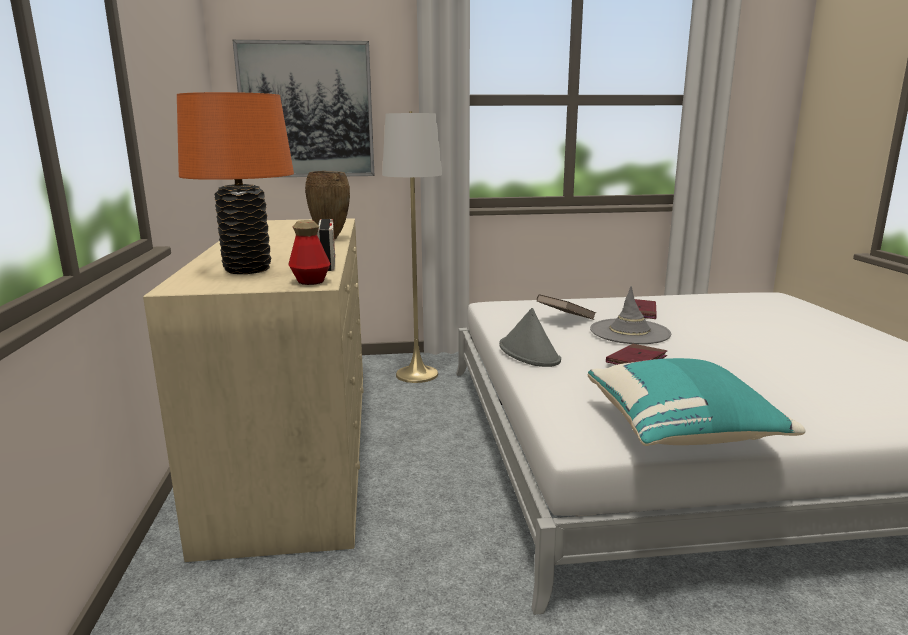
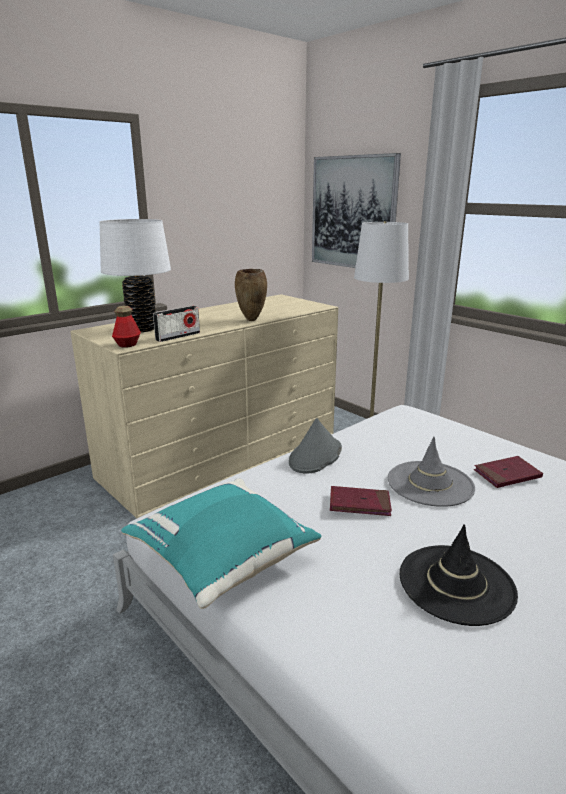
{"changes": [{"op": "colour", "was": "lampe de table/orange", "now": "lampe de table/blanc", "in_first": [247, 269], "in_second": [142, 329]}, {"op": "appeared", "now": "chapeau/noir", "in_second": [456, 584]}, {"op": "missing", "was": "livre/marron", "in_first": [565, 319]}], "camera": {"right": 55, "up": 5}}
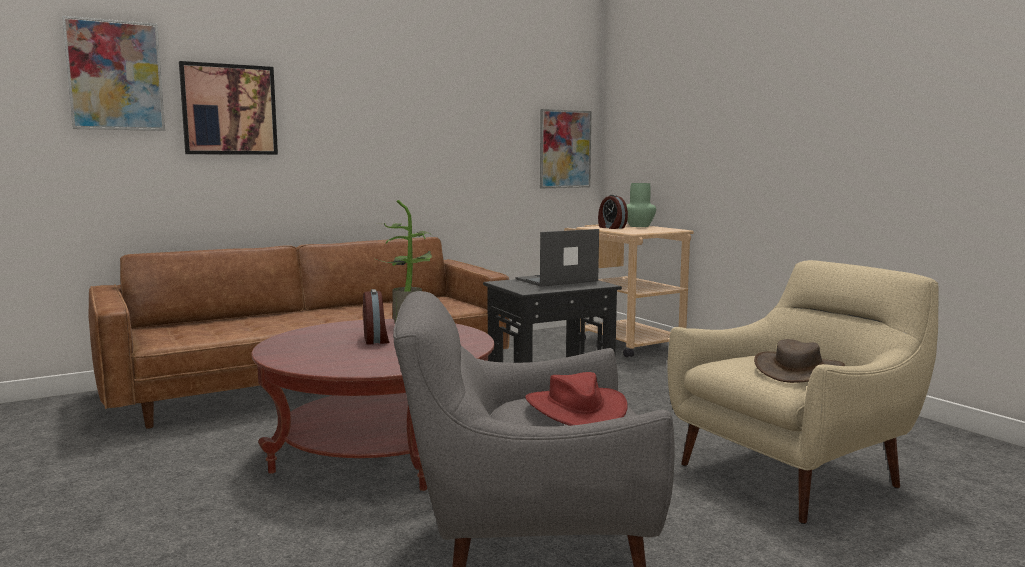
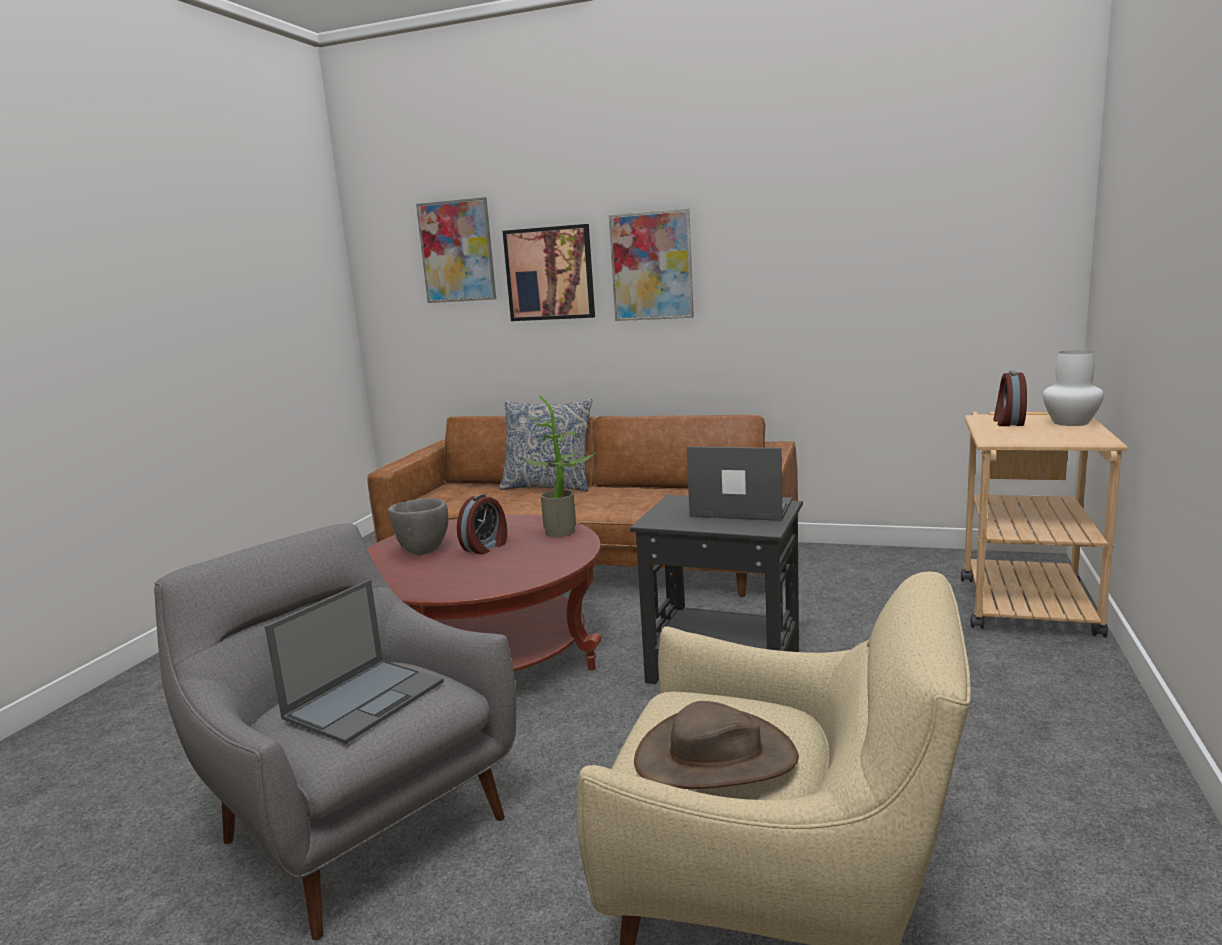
{"changes": [{"op": "exchanged", "was": "chapeau/rouge", "now": "ordinateur portable", "in_first": [575, 409], "in_second": [365, 699]}, {"op": "appeared", "now": "bol/gris", "in_second": [423, 550]}, {"op": "appeared", "now": "coussin", "in_second": [548, 486]}, {"op": "relocated", "was": "tableau", "in_first": [564, 149], "in_second": [651, 266]}, {"op": "colour", "was": "vase/vert", "now": "vase/blanc", "in_first": [639, 226], "in_second": [1070, 422]}], "camera": {"right": 50, "up": 5}}
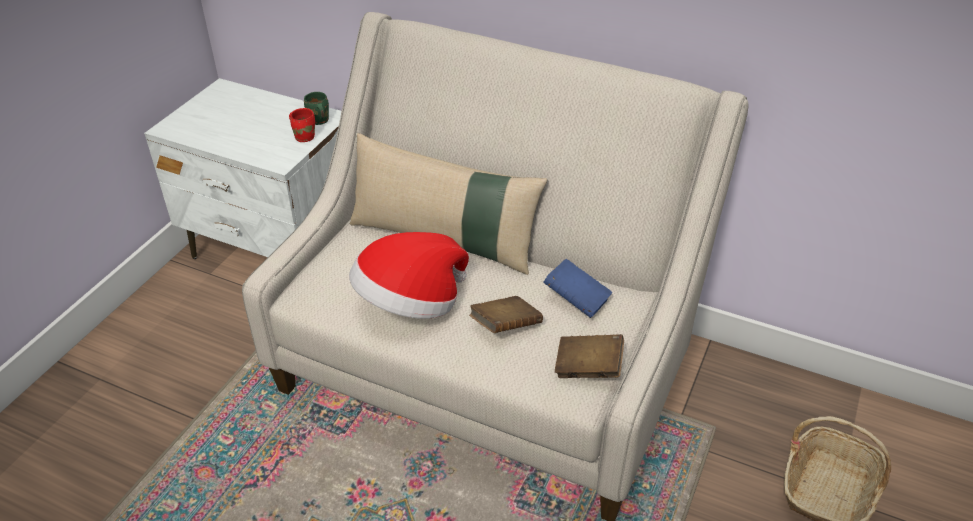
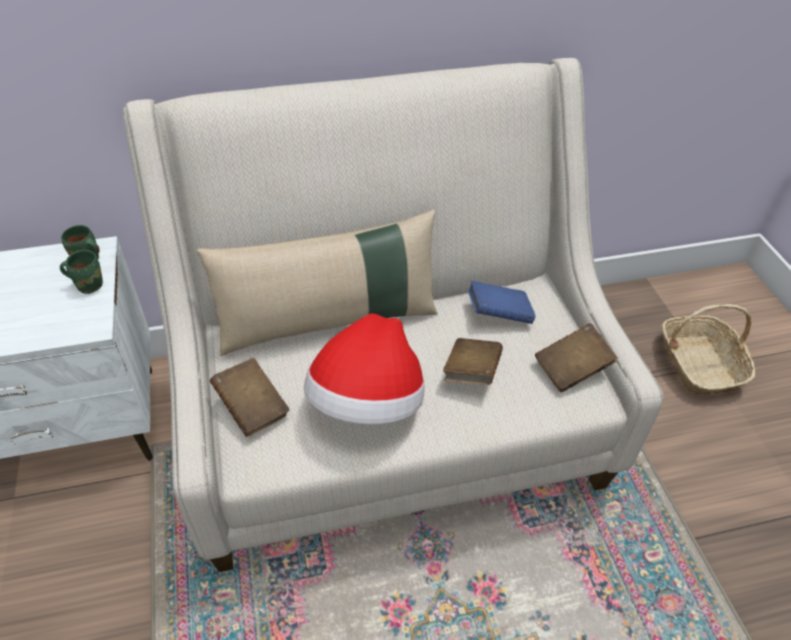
{"changes": [{"op": "colour", "was": "mug/rouge", "now": "mug/vert", "in_first": [304, 136], "in_second": [89, 284]}, {"op": "appeared", "now": "livre/marron", "in_second": [252, 408]}], "camera": {"right": -40, "up": 5}}
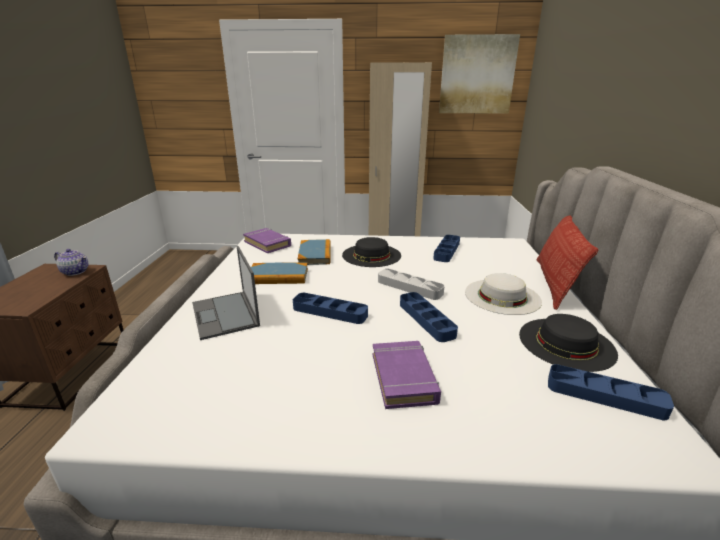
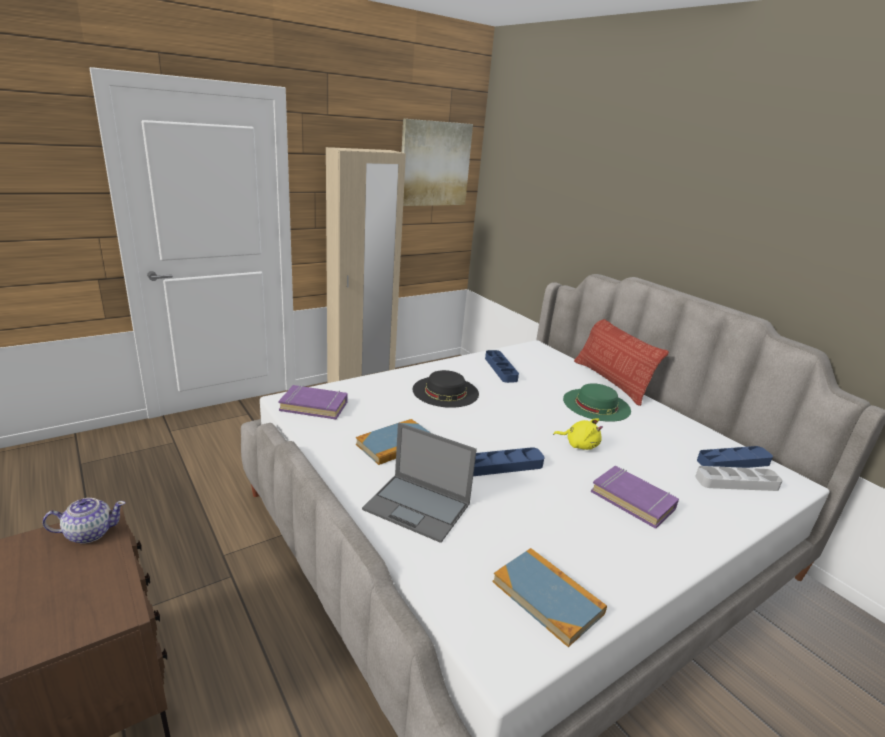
{"changes": [{"op": "relocated", "was": "livre", "in_first": [315, 254], "in_second": [547, 597]}, {"op": "exchanged", "was": "plateau/bleu", "now": "peluche/jaune", "in_first": [426, 319], "in_second": [579, 445]}, {"op": "colour", "was": "chapeau/blanc", "now": "chapeau/vert", "in_first": [502, 296], "in_second": [596, 404]}, {"op": "relocated", "was": "plateau/gris", "in_first": [409, 287], "in_second": [736, 482]}, {"op": "missing", "was": "chapeau/noir", "in_first": [566, 343]}], "camera": {"right": -40, "up": 0}}
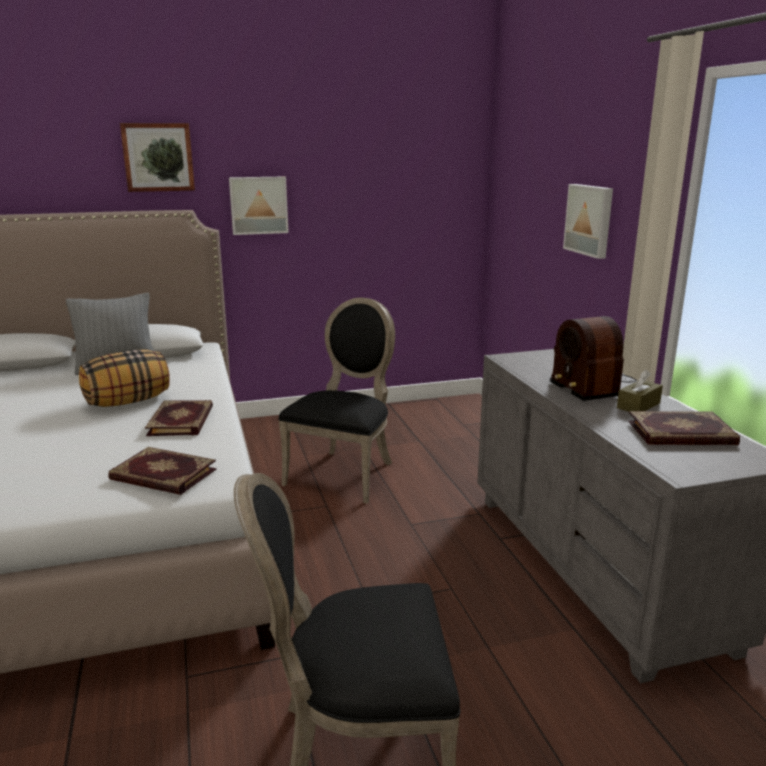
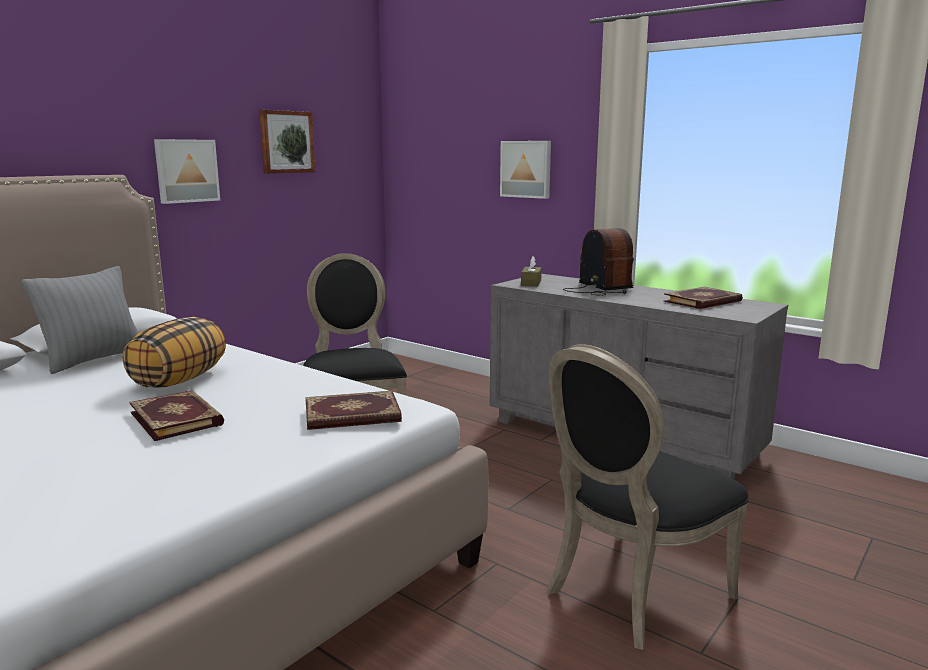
{"changes": [{"op": "relocated", "was": "livre", "in_first": [182, 421], "in_second": [178, 418]}, {"op": "relocated", "was": "tableau", "in_first": [158, 157], "in_second": [286, 142]}, {"op": "relocated", "was": "boîte à mouchoirs/marron", "in_first": [638, 405], "in_second": [531, 283]}, {"op": "spun", "was": "radio", "in_first": [590, 385], "in_second": [600, 289], "clockwise": -150}], "camera": {"right": -35, "up": -5}}
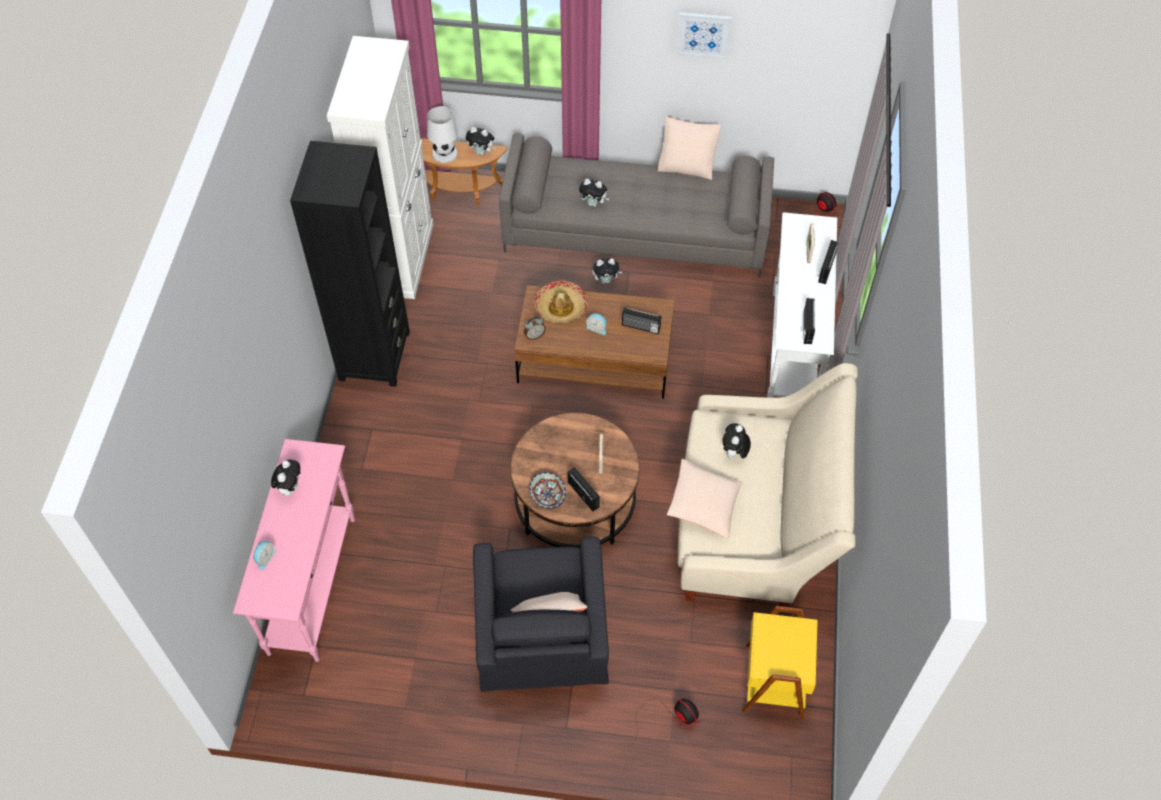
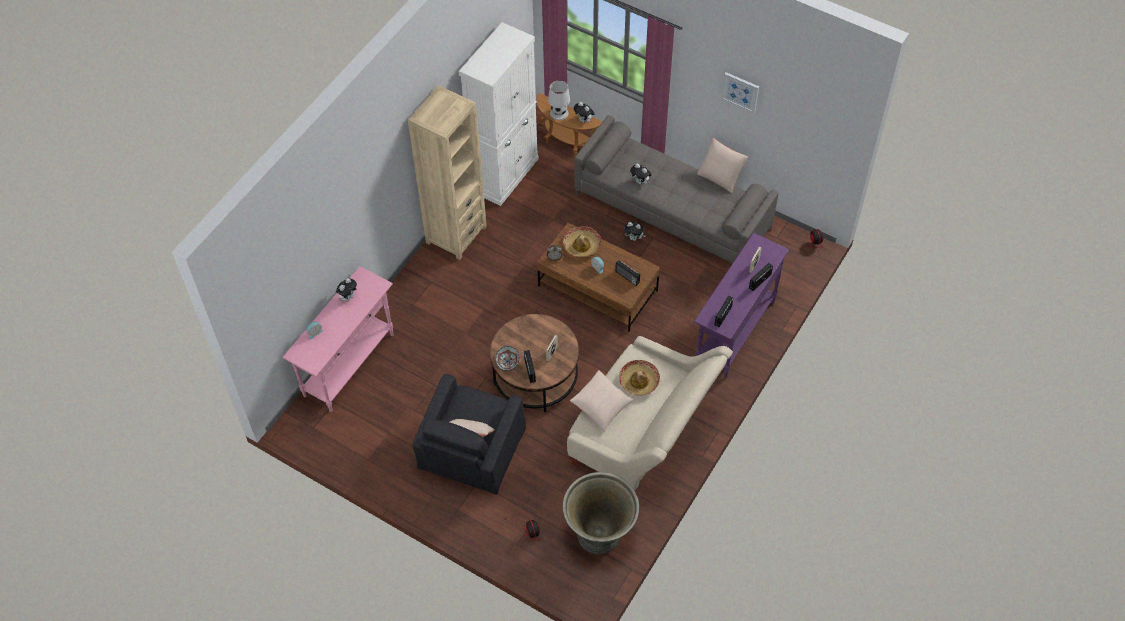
{"changes": [{"op": "colour", "was": "bibliothèque/noir", "now": "bibliothèque/beige", "in_first": [374, 355], "in_second": [456, 234]}, {"op": "exchanged", "was": "table d'appoint/jaune", "now": "cache-pot/gris", "in_first": [772, 681], "in_second": [600, 535]}, {"op": "exchanged", "was": "peluche", "now": "chapeau", "in_first": [734, 453], "in_second": [639, 380]}, {"op": "colour", "was": "table console/blanc", "now": "table console/violet", "in_first": [792, 351], "in_second": [734, 332]}], "camera": {"right": 25, "up": 0}}
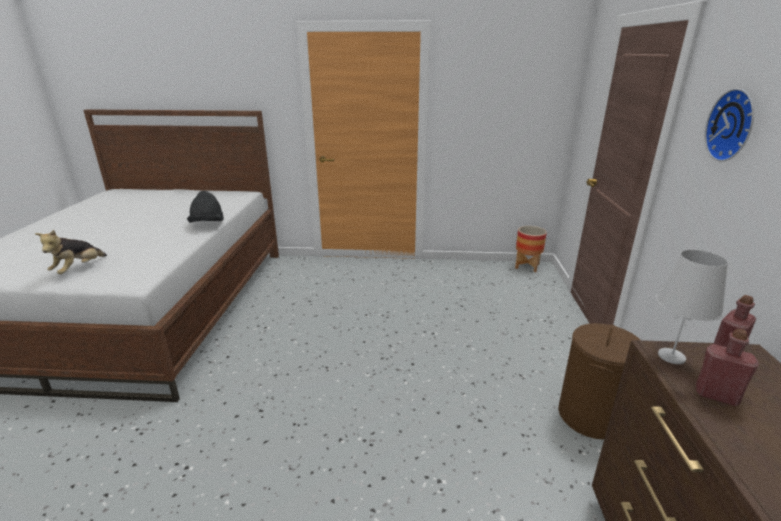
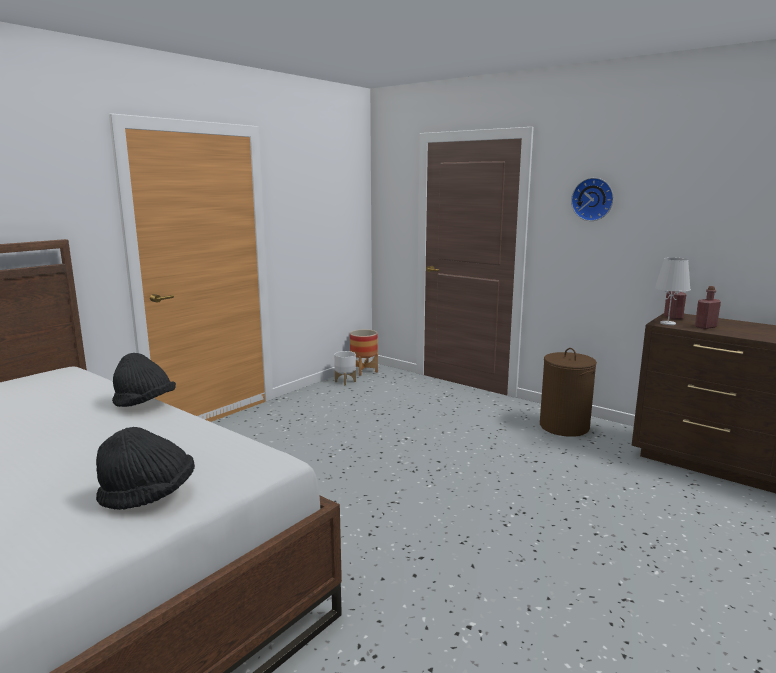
{"changes": [{"op": "exchanged", "was": "peluche", "now": "chapeau/noir", "in_first": [78, 269], "in_second": [149, 496]}, {"op": "appeared", "now": "cache-pot/blanc", "in_second": [345, 381]}], "camera": {"right": -55, "up": -10}}
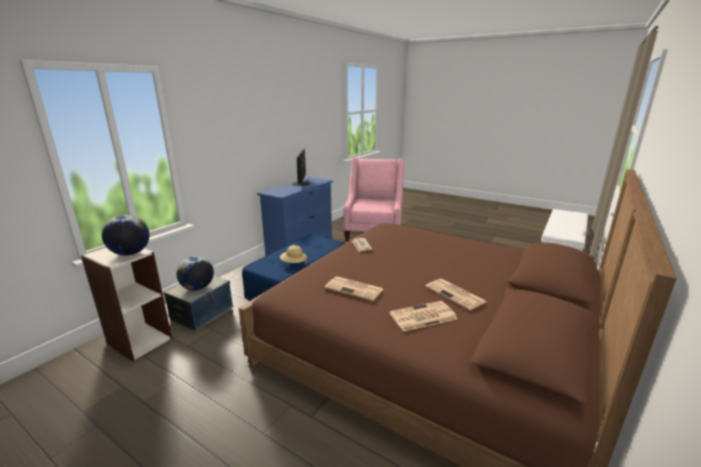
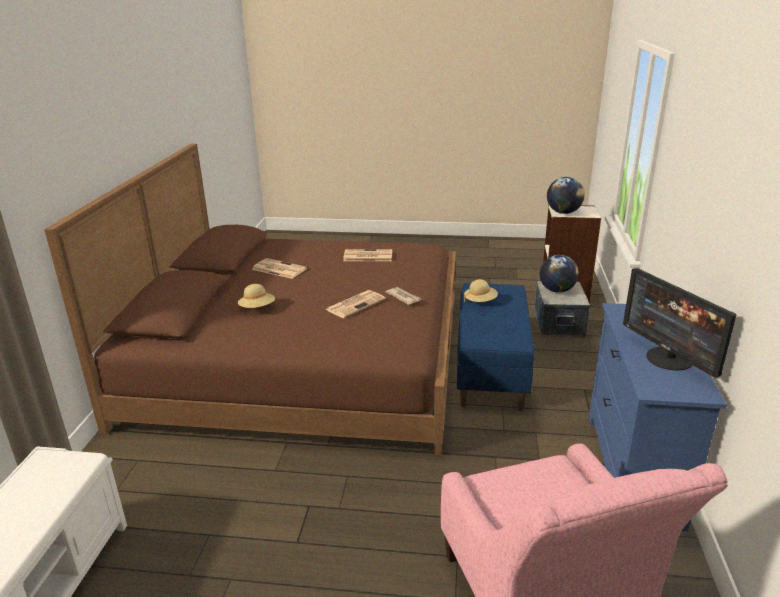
{"changes": [{"op": "appeared", "now": "chapeau/beige", "in_second": [257, 308]}, {"op": "relocated", "was": "journal", "in_first": [422, 316], "in_second": [355, 304]}], "camera": {"right": 155, "up": 5}}
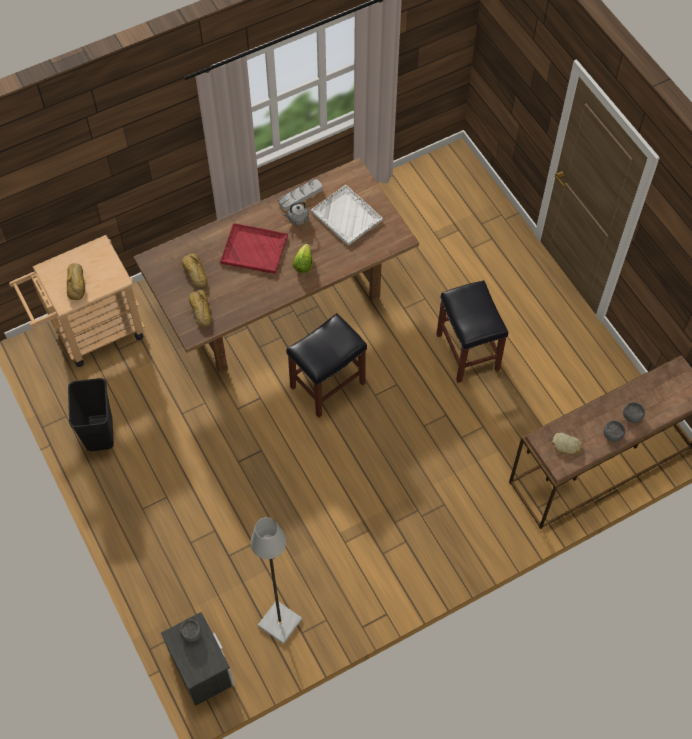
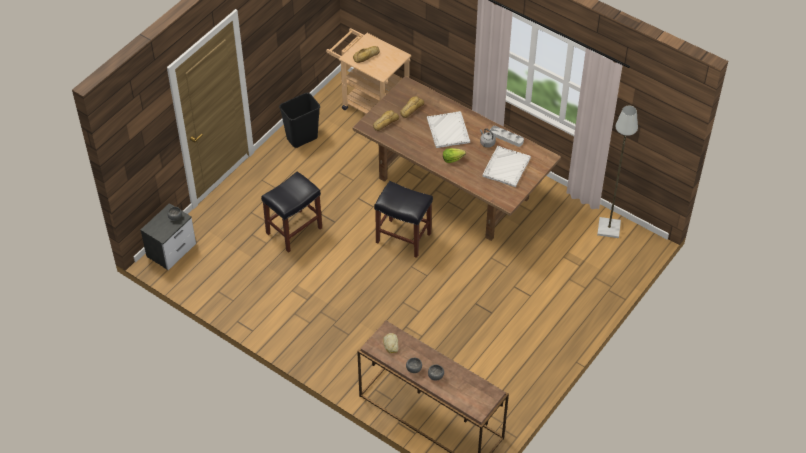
{"changes": [{"op": "relocated", "was": "tabouret/noir", "in_first": [467, 351], "in_second": [294, 230]}, {"op": "colour", "was": "plateau/rouge", "now": "plateau/blanc", "in_first": [255, 249], "in_second": [448, 131]}, {"op": "relocated", "was": "lampadaire/gris", "in_first": [281, 622], "in_second": [609, 228]}], "camera": {"right": 65, "up": -10}}
